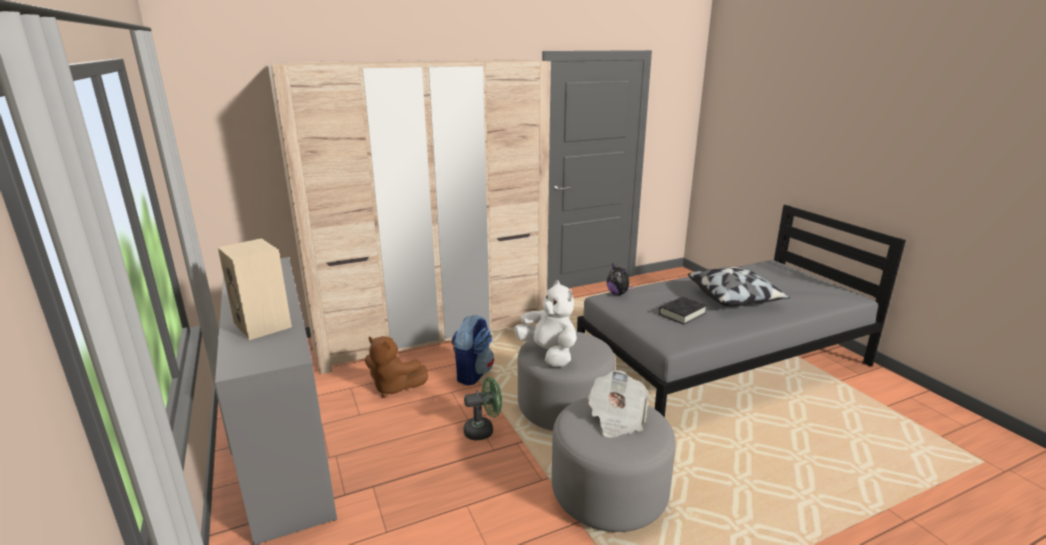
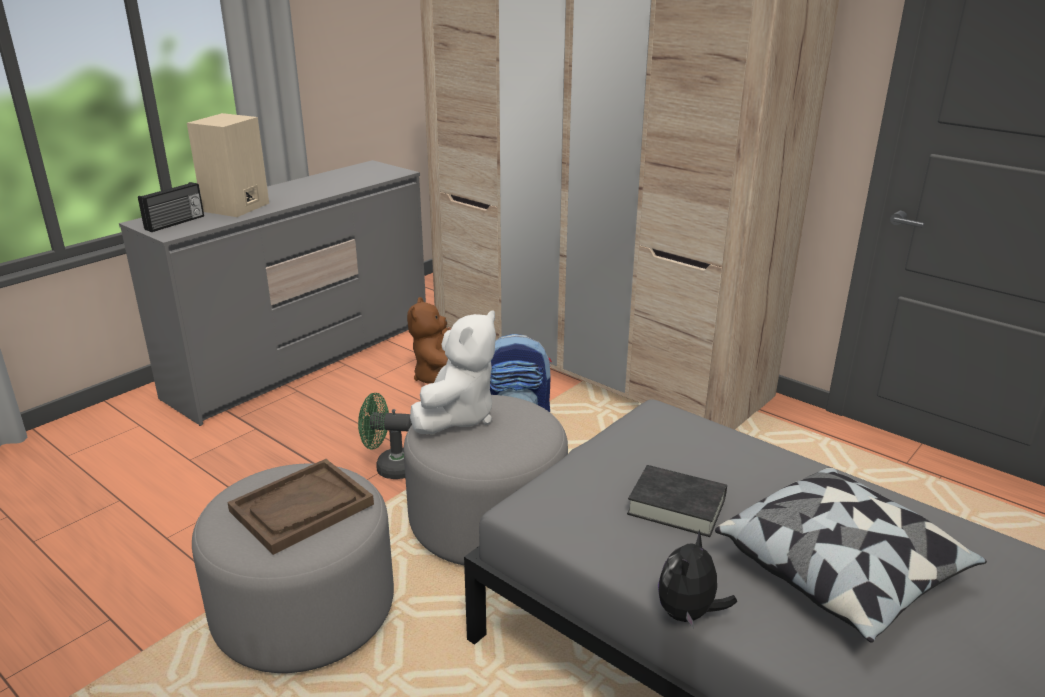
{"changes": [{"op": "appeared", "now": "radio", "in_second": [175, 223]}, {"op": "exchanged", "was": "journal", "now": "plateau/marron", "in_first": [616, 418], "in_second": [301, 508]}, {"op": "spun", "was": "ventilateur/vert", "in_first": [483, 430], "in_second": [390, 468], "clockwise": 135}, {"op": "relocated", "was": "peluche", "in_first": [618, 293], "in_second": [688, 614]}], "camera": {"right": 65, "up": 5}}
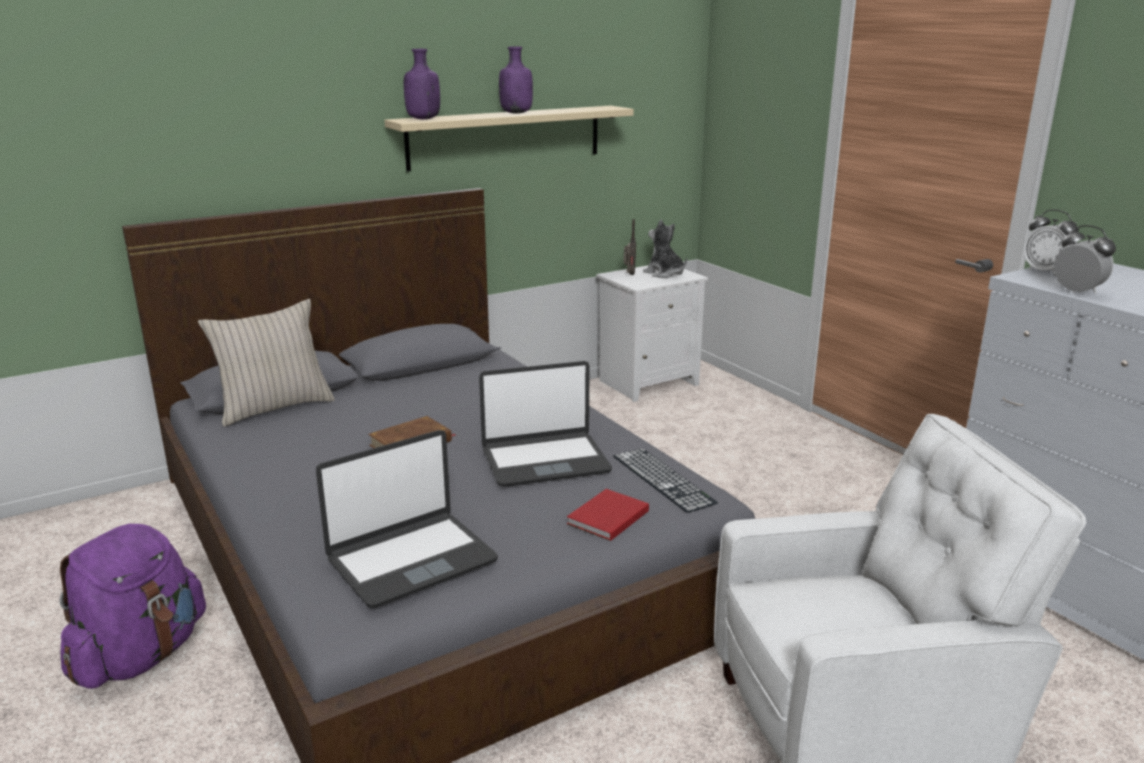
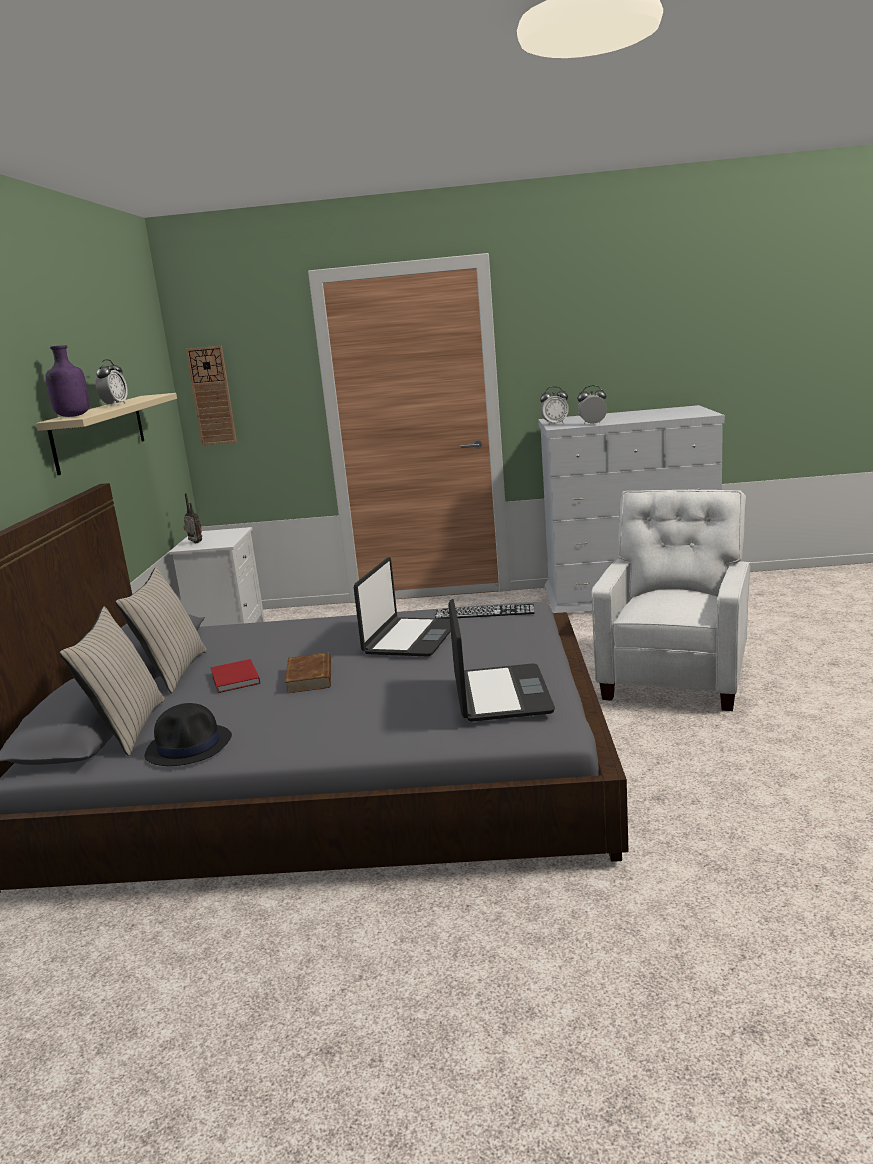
{"changes": [{"op": "exchanged", "was": "bouteille/violet", "now": "réveil", "in_first": [516, 113], "in_second": [115, 405]}, {"op": "appeared", "now": "coussin/beige", "in_second": [173, 672]}, {"op": "appeared", "now": "chapeau/noir", "in_second": [189, 746]}, {"op": "appeared", "now": "horloge murale", "in_second": [212, 396]}, {"op": "relocated", "was": "livre/rouge", "in_first": [606, 518], "in_second": [234, 679]}, {"op": "missing", "was": "sac à dos/violet", "in_first": [141, 656]}, {"op": "missing", "was": "peluche", "in_first": [664, 274]}], "camera": {"right": -55, "up": -5}}
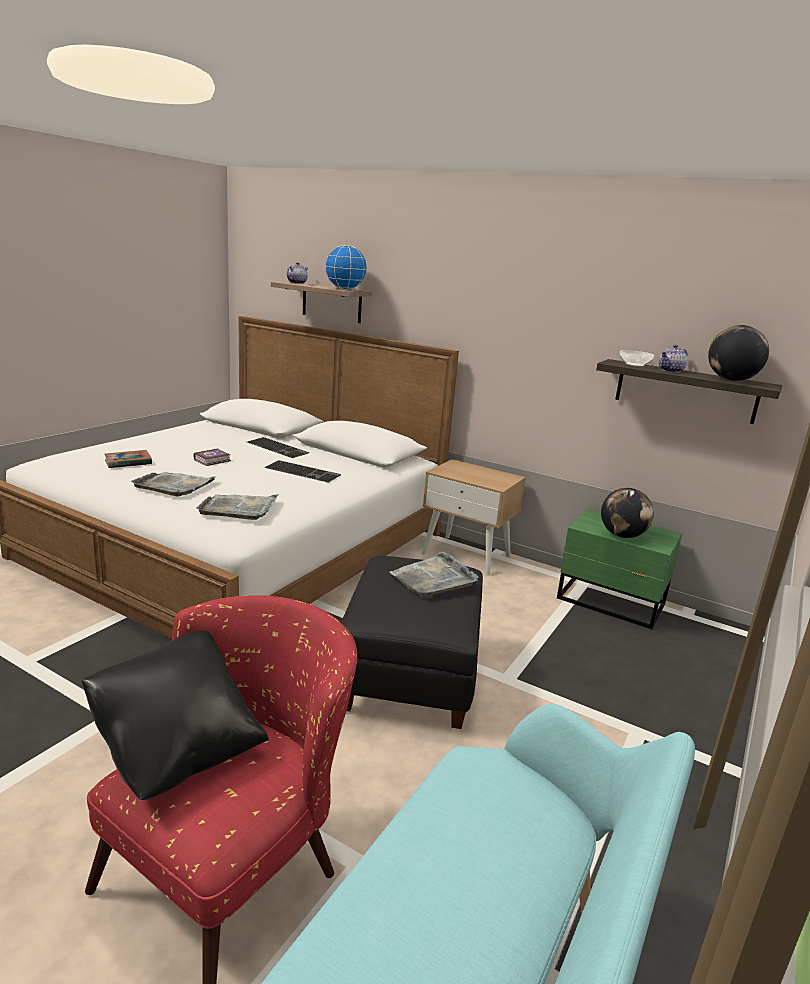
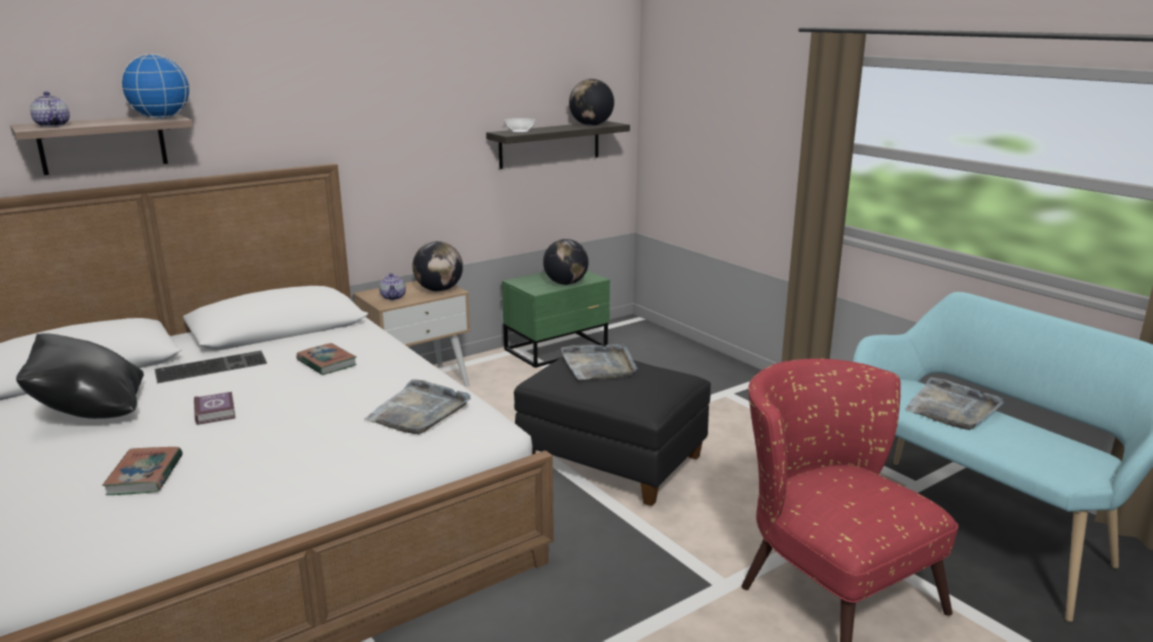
{"changes": [{"op": "relocated", "was": "coussin/noir", "in_first": [177, 749], "in_second": [90, 412]}, {"op": "exchanged", "was": "clavier", "now": "livre", "in_first": [303, 471], "in_second": [326, 363]}, {"op": "relocated", "was": "théière", "in_first": [671, 371], "in_second": [393, 297]}, {"op": "appeared", "now": "globe", "in_second": [439, 290]}, {"op": "relocated", "was": "plateau/gris", "in_first": [174, 485], "in_second": [952, 408]}], "camera": {"right": -65, "up": 0}}
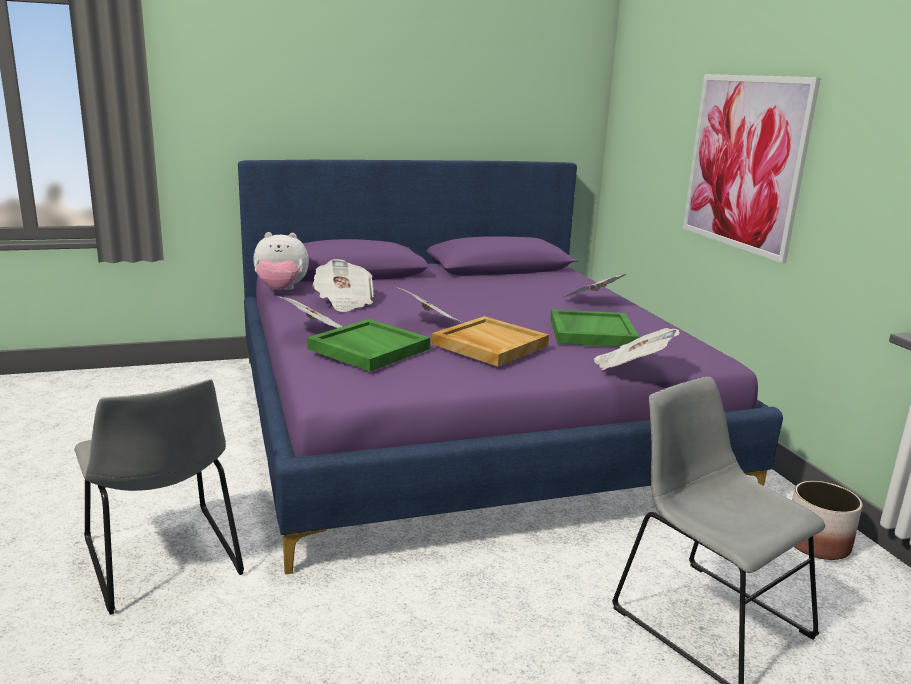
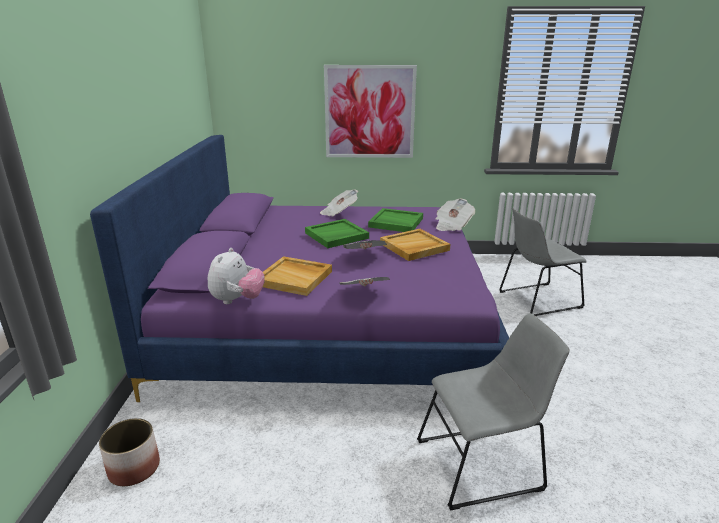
{"changes": [{"op": "relocated", "was": "cache-pot", "in_first": [816, 544], "in_second": [134, 468]}, {"op": "exchanged", "was": "journal", "now": "plateau/beige", "in_first": [344, 302], "in_second": [295, 278]}, {"op": "relocated", "was": "plateau/vert", "in_first": [368, 349], "in_second": [336, 236]}], "camera": {"right": -70, "up": 5}}
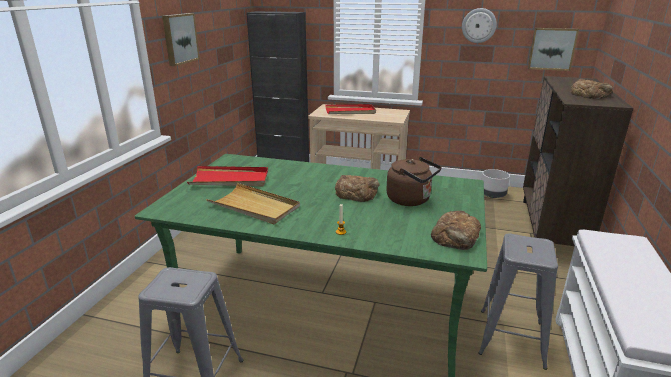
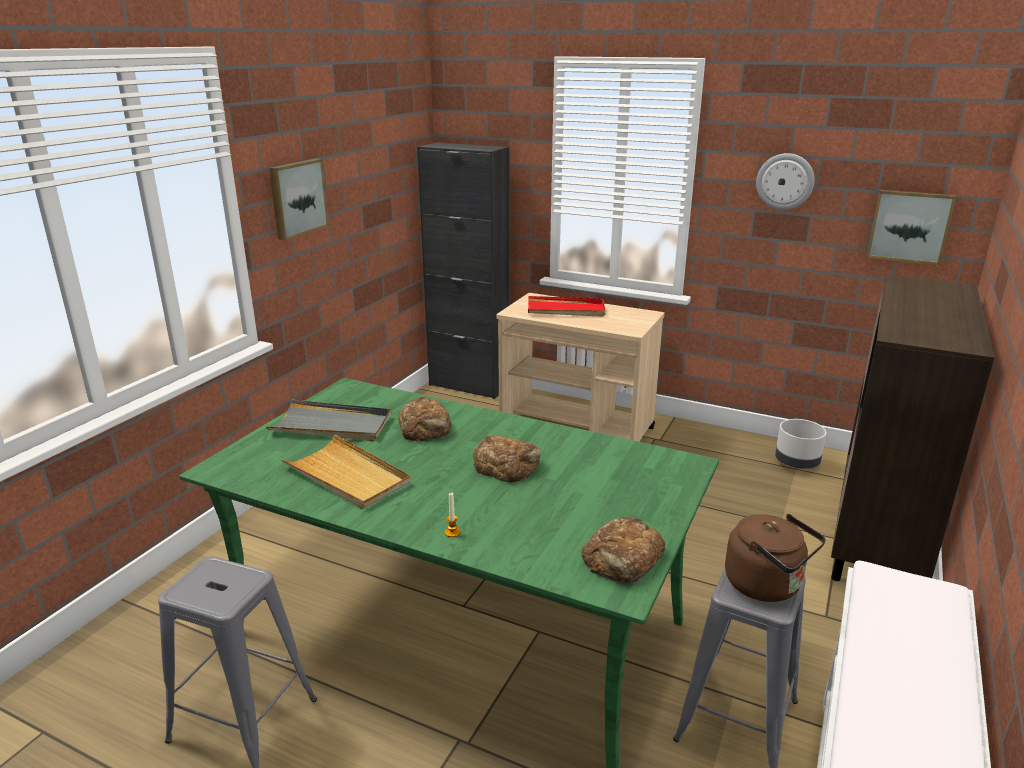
{"changes": [{"op": "colour", "was": "plateau/rouge", "now": "plateau/gris", "in_first": [230, 179], "in_second": [332, 425]}, {"op": "relocated", "was": "pain", "in_first": [589, 94], "in_second": [426, 427]}, {"op": "relocated", "was": "bouilloire/marron", "in_first": [411, 200], "in_second": [767, 586]}], "camera": {"right": 10, "up": 0}}
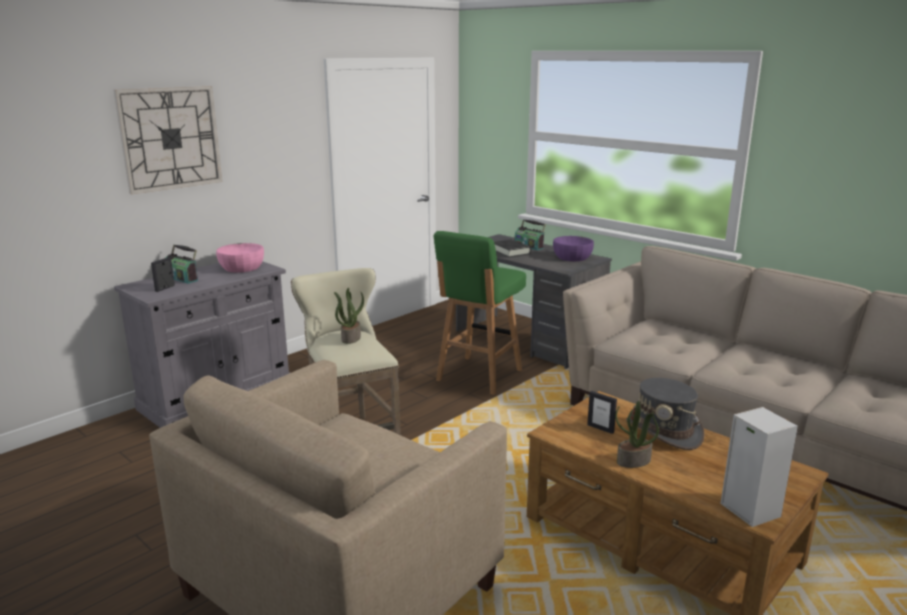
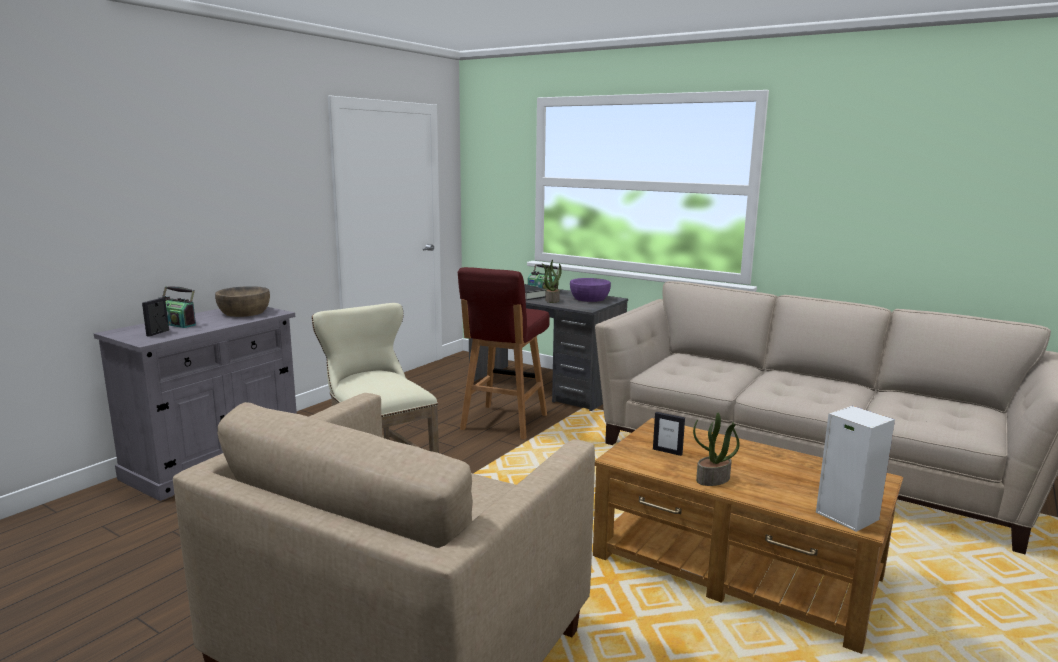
{"changes": [{"op": "colour", "was": "bol/rose", "now": "bol/marron", "in_first": [241, 267], "in_second": [244, 312]}, {"op": "colour", "was": "tabouret/vert", "now": "tabouret/rouge", "in_first": [478, 376], "in_second": [503, 422]}, {"op": "relocated", "was": "plante en pot", "in_first": [350, 338], "in_second": [552, 300]}, {"op": "missing", "was": "horloge murale", "in_first": [170, 138]}, {"op": "missing", "was": "chapeau/gris", "in_first": [664, 431]}], "camera": {"right": -10, "up": -5}}
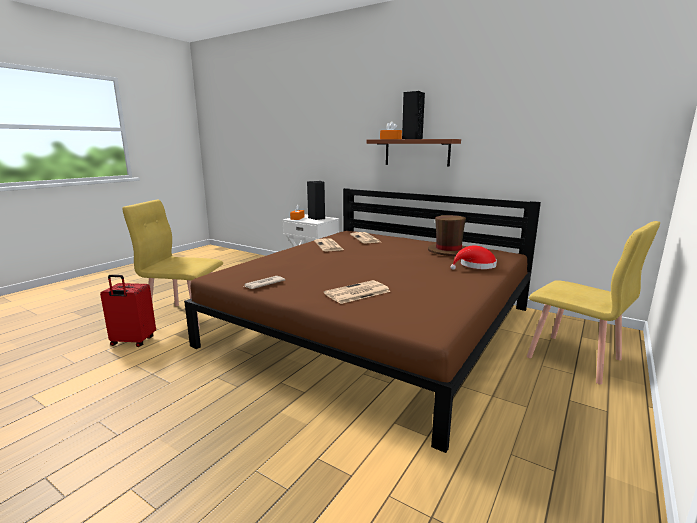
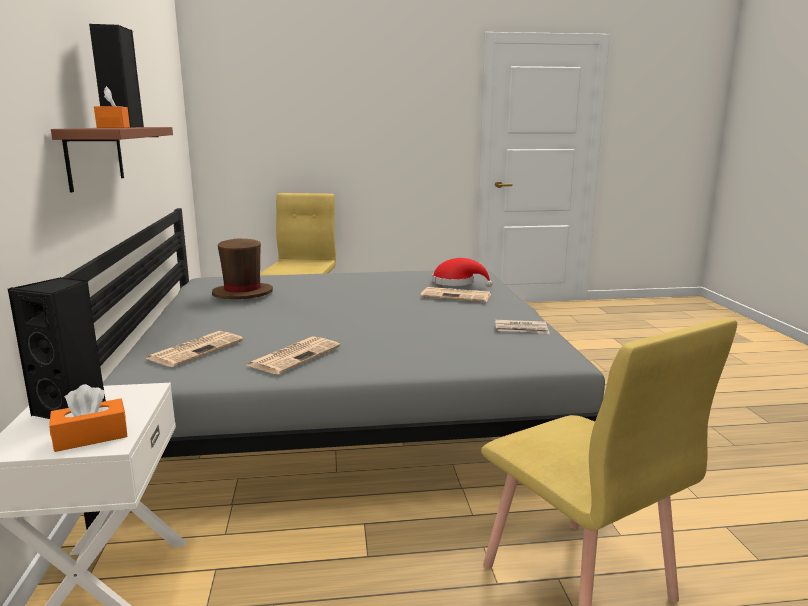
{"changes": [{"op": "colour", "was": "lit/marron", "now": "lit/gris", "in_first": [375, 326], "in_second": [348, 404]}, {"op": "relocated", "was": "chapeau/rouge", "in_first": [475, 266], "in_second": [457, 282]}, {"op": "missing", "was": "valise/rouge", "in_first": [132, 342]}], "camera": {"right": -130, "up": 0}}
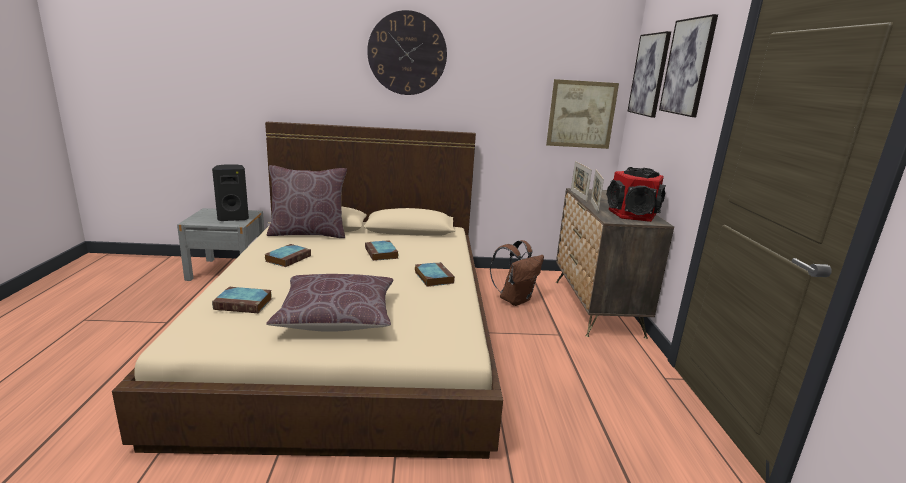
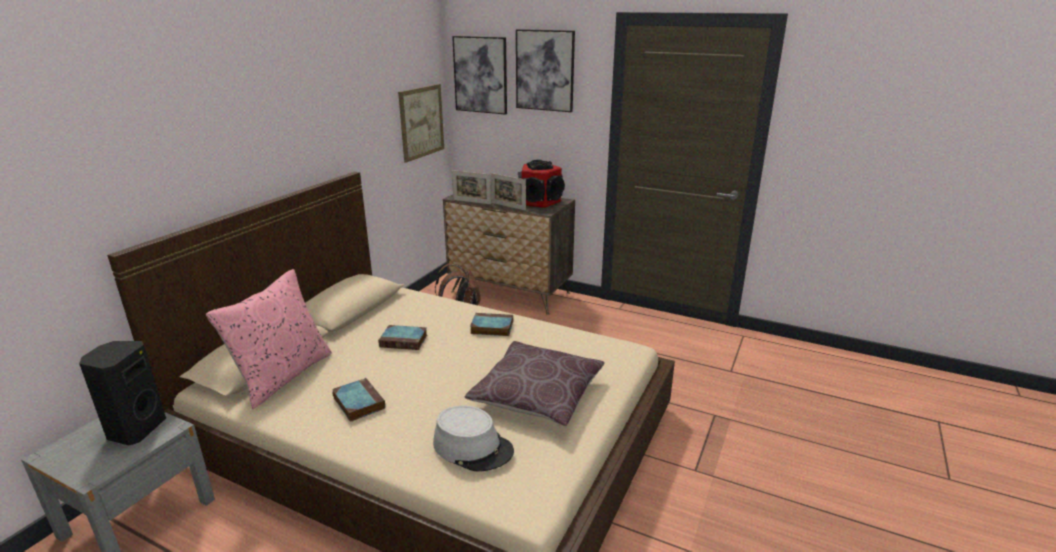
{"changes": [{"op": "colour", "was": "coussin/marron", "now": "coussin/rose", "in_first": [308, 233], "in_second": [282, 376]}, {"op": "exchanged", "was": "livre", "now": "chapeau/gris", "in_first": [245, 304], "in_second": [473, 447]}, {"op": "missing", "was": "horloge murale", "in_first": [407, 53]}], "camera": {"right": -60, "up": 5}}
